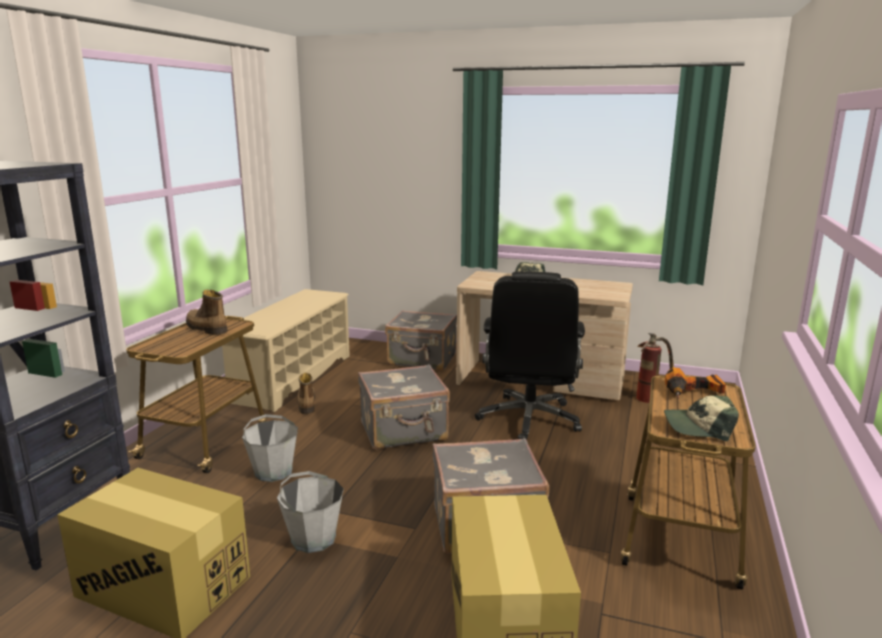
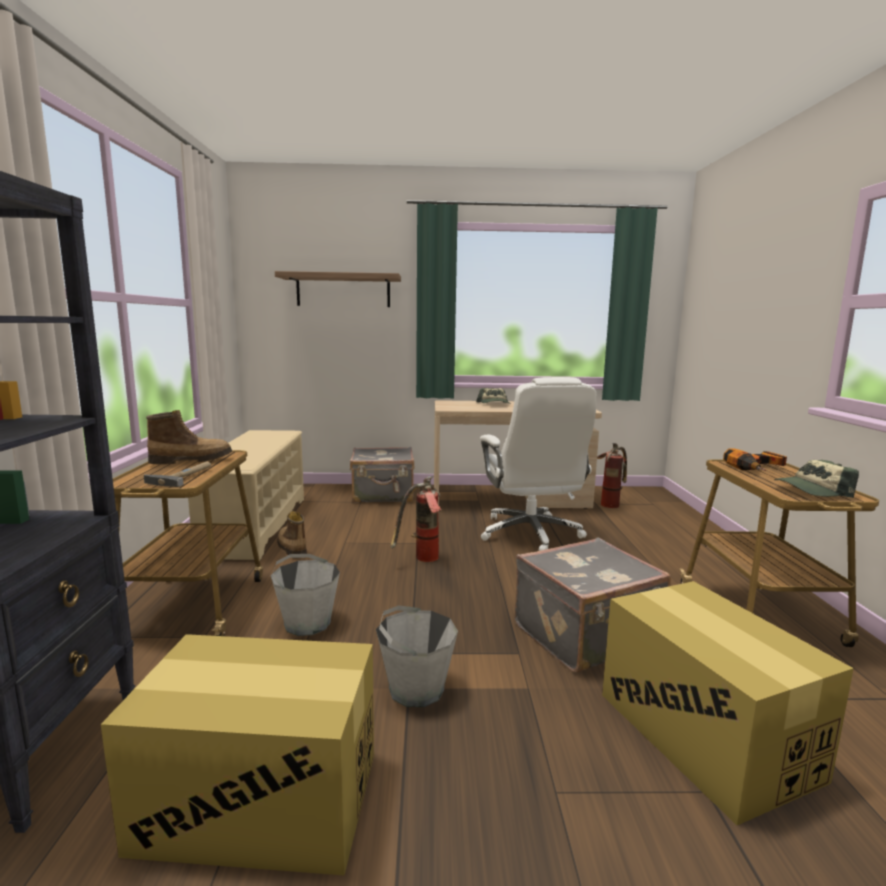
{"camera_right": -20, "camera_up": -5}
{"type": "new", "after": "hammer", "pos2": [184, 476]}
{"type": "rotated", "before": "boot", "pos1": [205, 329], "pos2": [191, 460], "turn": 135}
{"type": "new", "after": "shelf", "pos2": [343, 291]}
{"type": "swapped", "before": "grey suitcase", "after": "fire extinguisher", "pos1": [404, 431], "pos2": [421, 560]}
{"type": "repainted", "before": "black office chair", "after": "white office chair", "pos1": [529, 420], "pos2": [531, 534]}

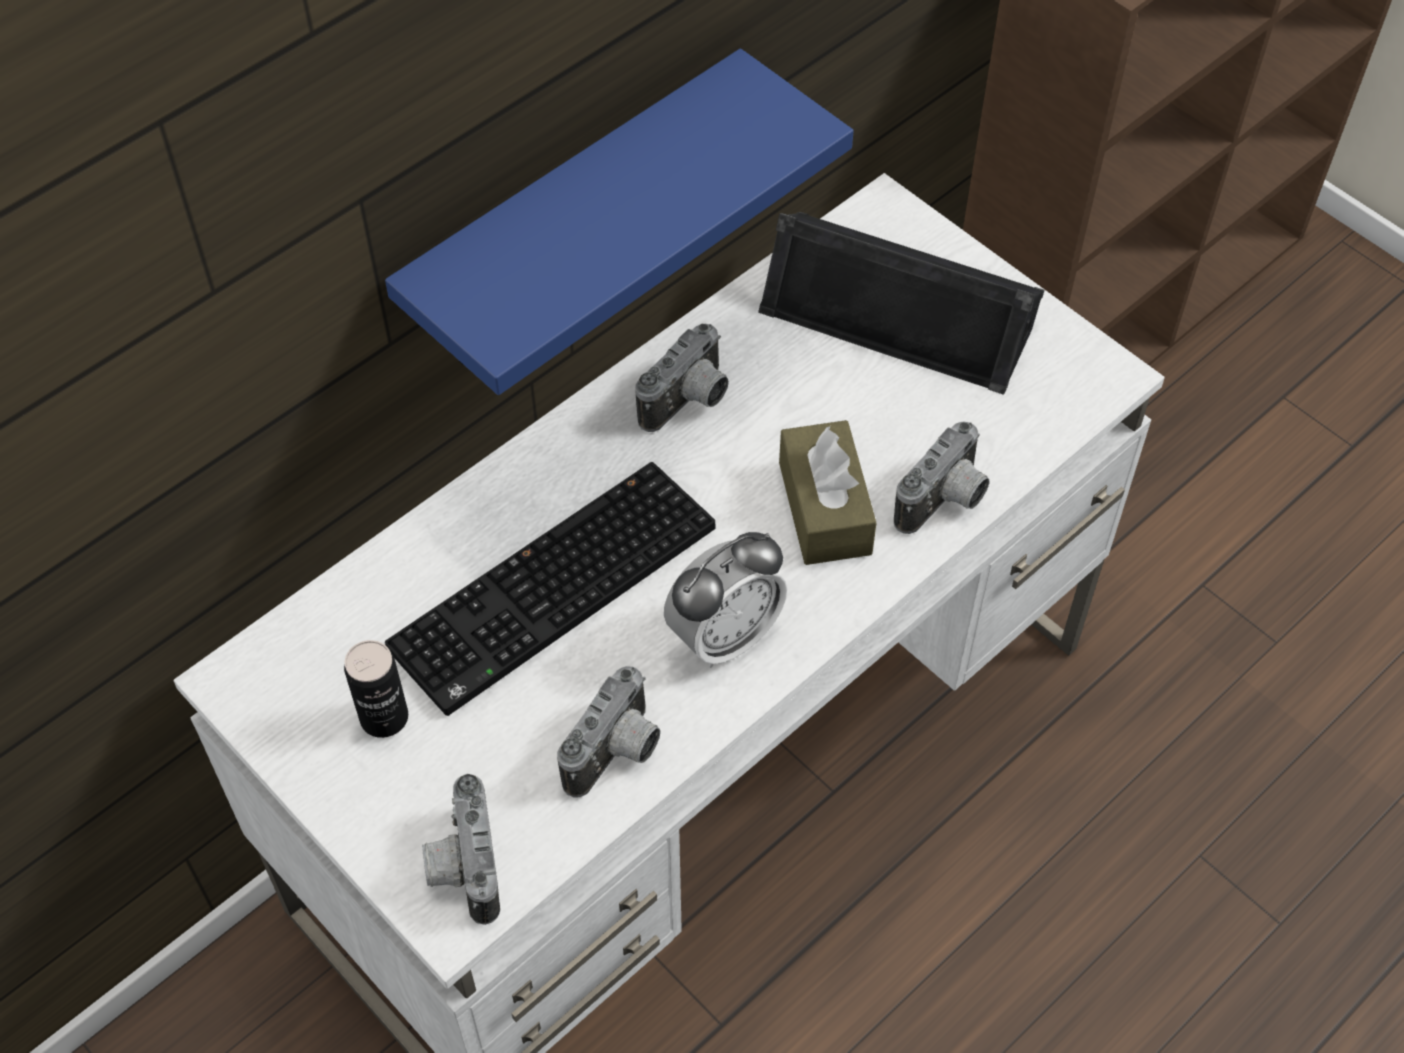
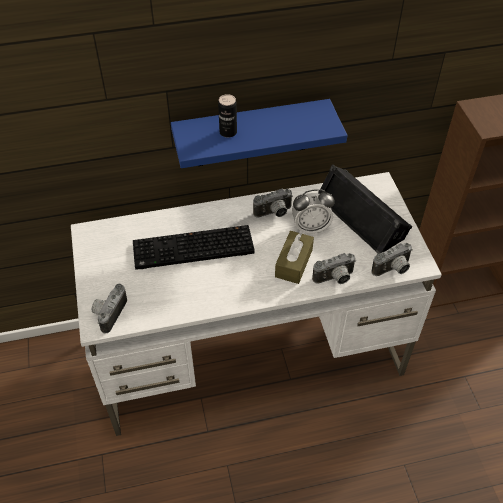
{"camera_right": 30, "camera_up": -5}
{"type": "shifted", "before": "can", "pos1": [384, 717], "pos2": [228, 132]}
{"type": "shifted", "before": "alarm clock", "pos1": [724, 636], "pos2": [310, 227]}
{"type": "shifted", "before": "photo camera", "pos1": [618, 754], "pos2": [393, 270]}

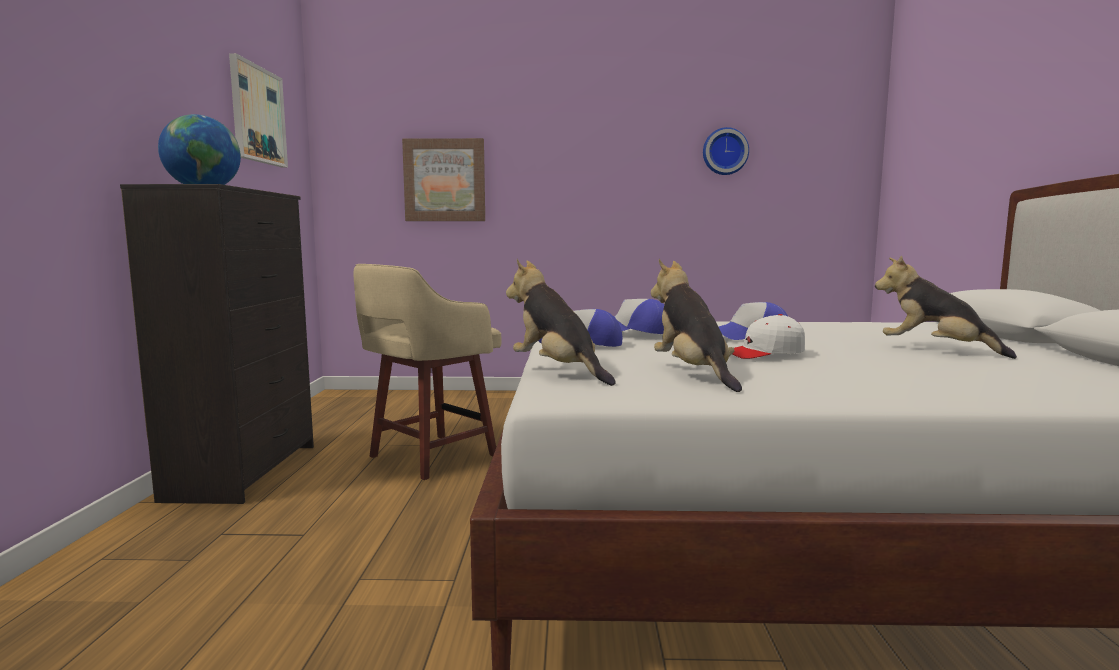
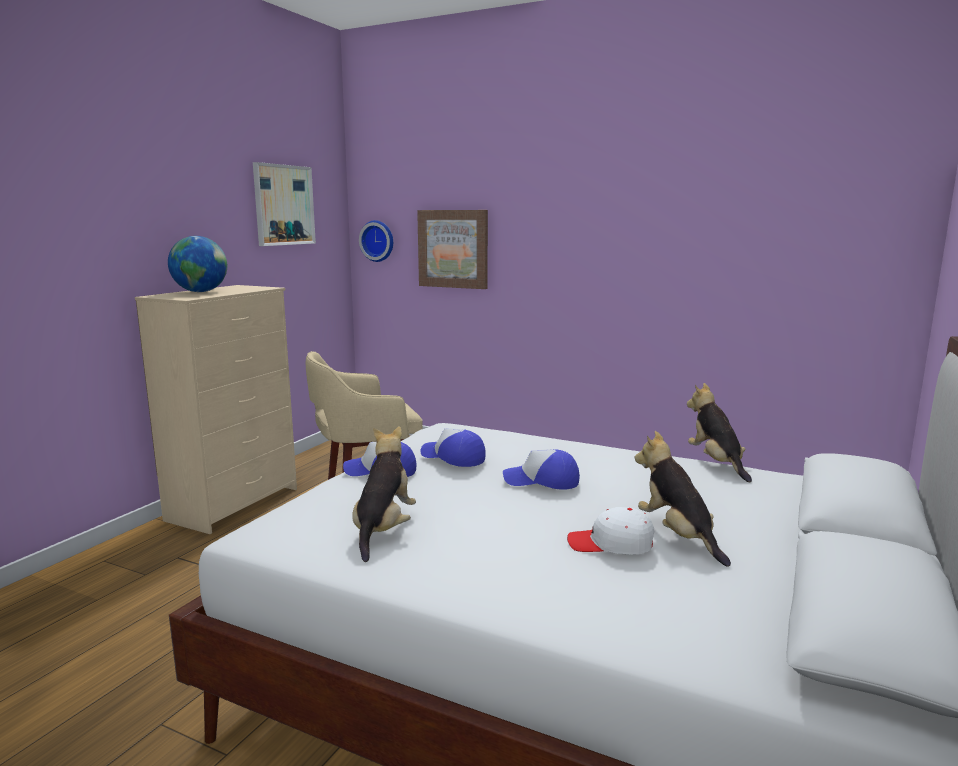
{"camera_right": 25, "camera_up": 5}
{"type": "repainted", "before": "black dresser", "after": "beige dresser", "pos1": [245, 471], "pos2": [235, 504]}
{"type": "shifted", "before": "wall clock", "pos1": [724, 151], "pos2": [378, 241]}
{"type": "shifted", "before": "white cap", "pos1": [764, 353], "pos2": [610, 544]}
{"type": "shifted", "before": "plush toy", "pos1": [558, 371], "pos2": [716, 463]}

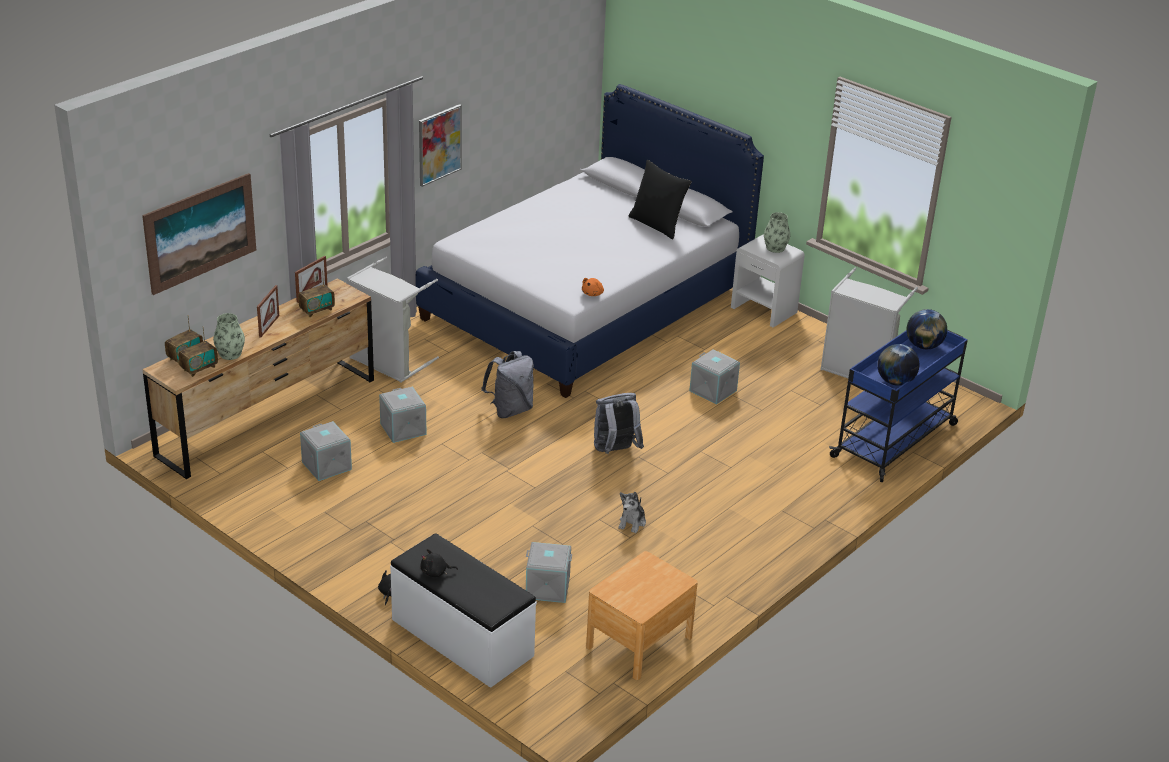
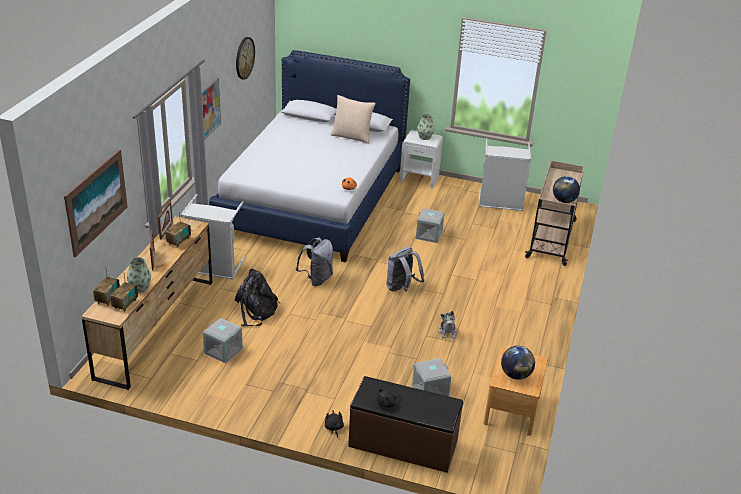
{"camera_right": -25, "camera_up": 0}
{"type": "swapped", "before": "grey storage box", "after": "black backpack", "pos1": [402, 429], "pos2": [256, 311]}
{"type": "new", "after": "wall clock", "pos2": [244, 58]}
{"type": "repainted", "before": "black pillow", "after": "beige pillow", "pos1": [657, 225], "pos2": [352, 136]}
{"type": "repainted", "before": "white bench", "after": "brown bench", "pos1": [461, 638], "pos2": [403, 444]}
{"type": "shifted", "before": "globe", "pos1": [923, 346], "pos2": [515, 375]}
{"type": "repainted", "before": "blue cart", "after": "beige cart", "pos1": [895, 440], "pos2": [551, 238]}

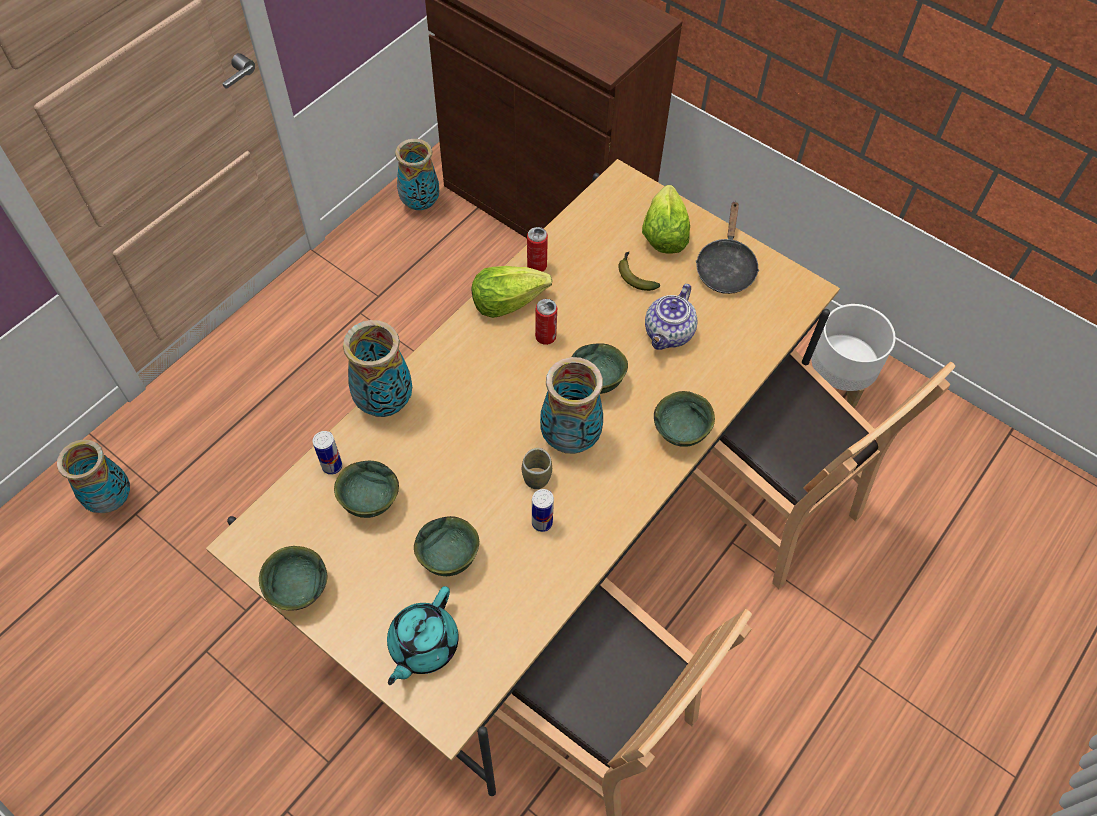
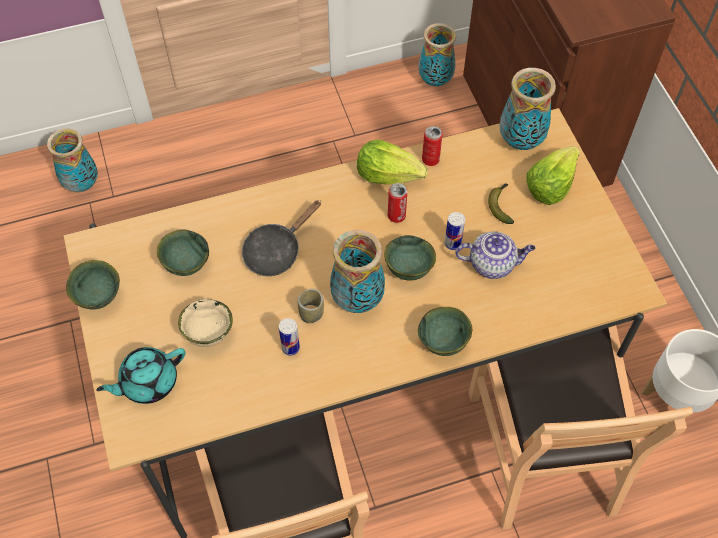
{"camera_right": 35, "camera_up": 0}
{"type": "repainted", "before": "green bowl", "after": "beige bowl", "pos1": [448, 559], "pos2": [207, 334]}
{"type": "shifted", "before": "black frying pan", "pos1": [725, 267], "pos2": [276, 251]}
{"type": "shifted", "before": "can", "pos1": [332, 466], "pos2": [452, 243]}
{"type": "rotated", "before": "teapot", "pos1": [668, 334], "pos2": [492, 264], "turn": -150}
{"type": "shifted", "before": "vase", "pos1": [384, 403], "pos2": [520, 141]}

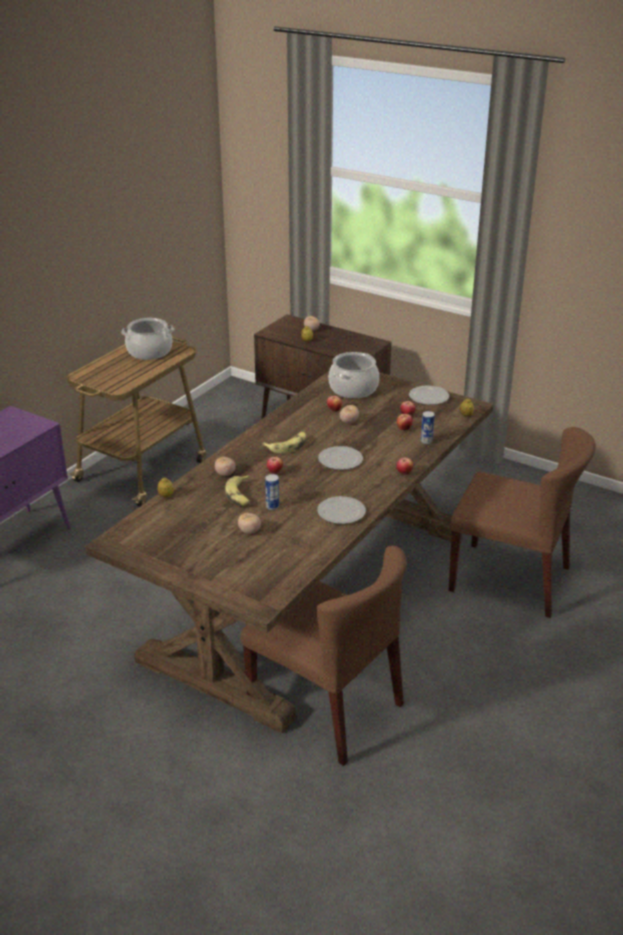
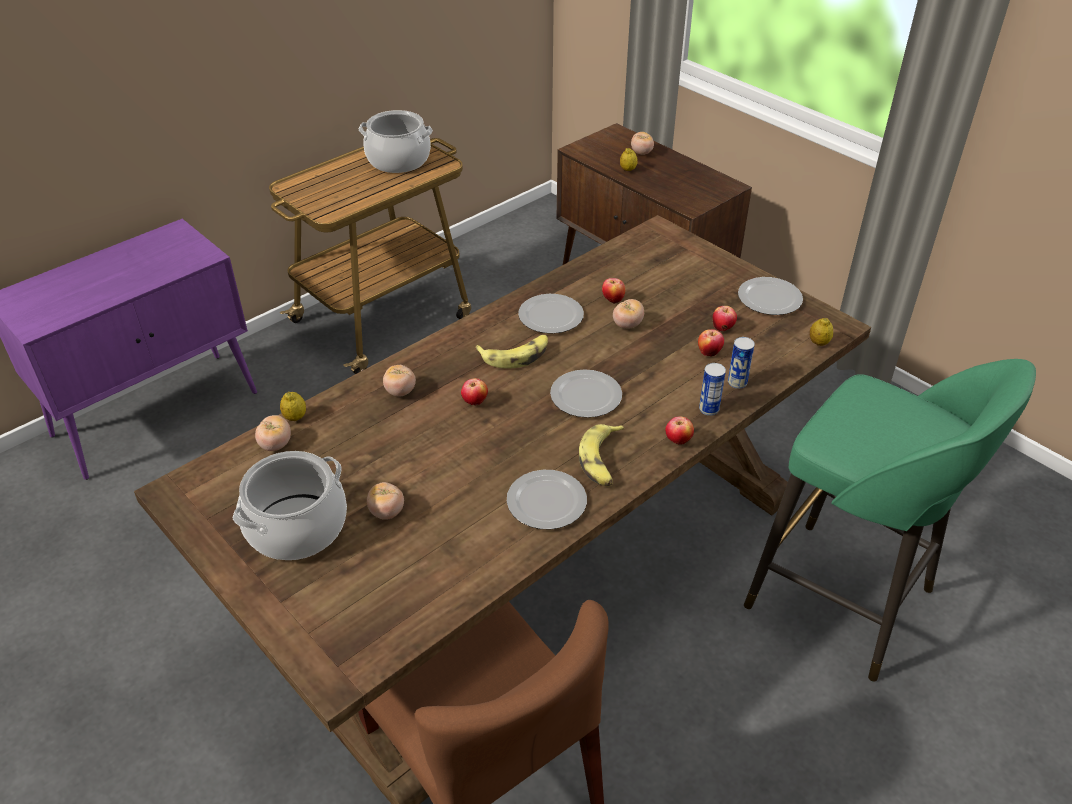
{"camera_right": 15, "camera_up": 10}
{"type": "shifted", "before": "cooking pot", "pos1": [353, 389], "pos2": [296, 526]}
{"type": "new", "after": "tomato", "pos2": [275, 445]}
{"type": "new", "after": "plate", "pos2": [550, 317]}
{"type": "shifted", "before": "banana", "pos1": [240, 495], "pos2": [602, 461]}
{"type": "shifted", "before": "can", "pos1": [272, 506], "pos2": [709, 409]}
{"type": "swapped", "before": "brown chair", "after": "green stool", "pos1": [511, 579], "pos2": [844, 601]}

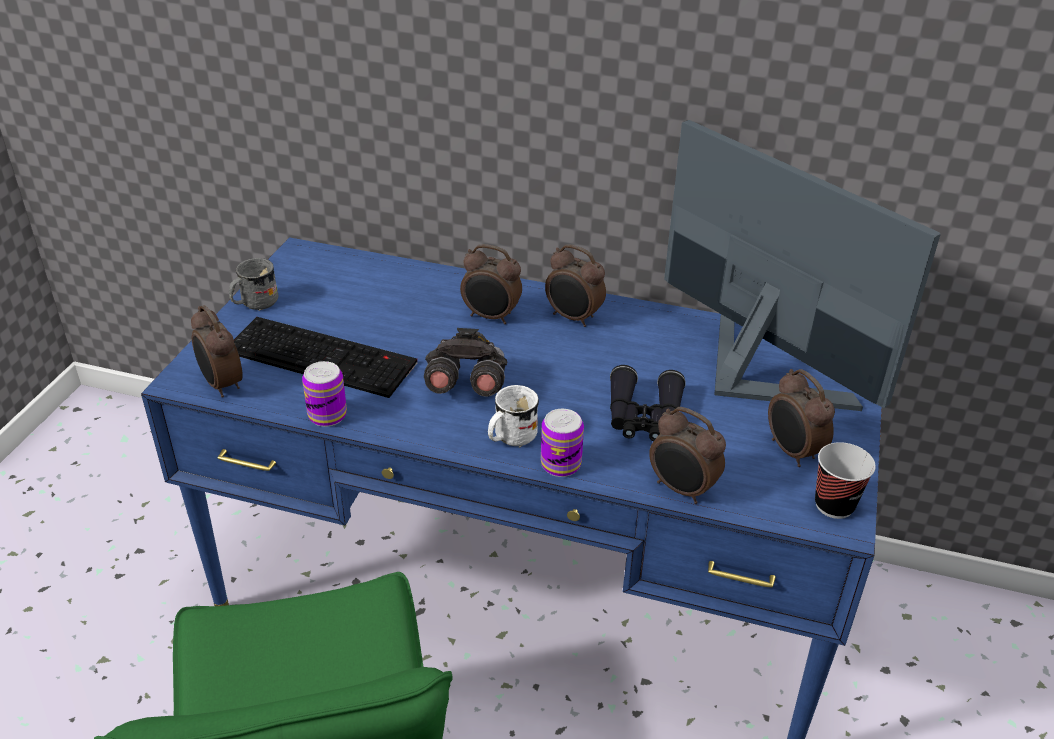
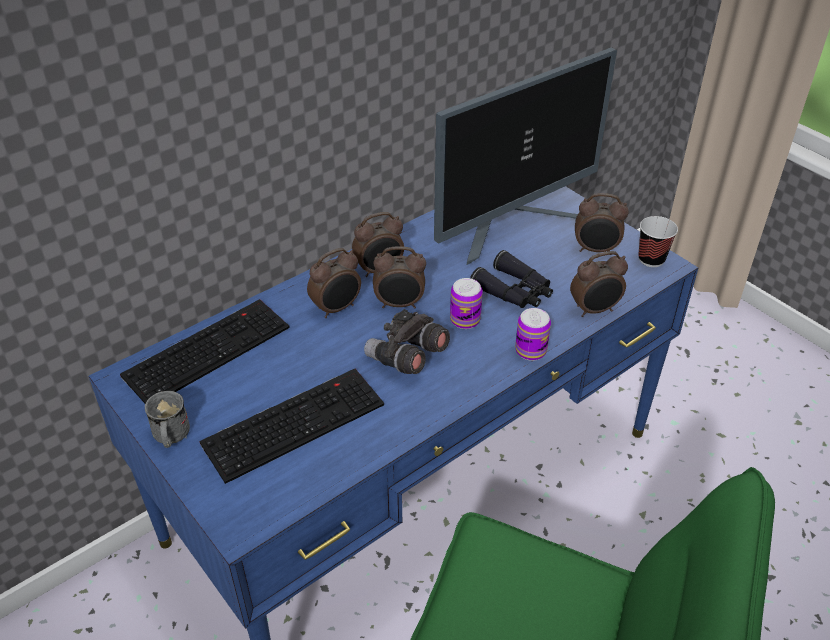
{"camera_right": -55, "camera_up": 5}
{"type": "new", "after": "keyboard", "pos2": [207, 349]}
{"type": "shifted", "before": "alarm clock", "pos1": [221, 385], "pos2": [399, 304]}
{"type": "rotated", "before": "monitor", "pos1": [755, 372], "pos2": [512, 224], "turn": 150}
{"type": "shifted", "before": "can", "pos1": [327, 415], "pos2": [465, 320]}
{"type": "gone", "before": "white mug", "pos1": [510, 437]}

